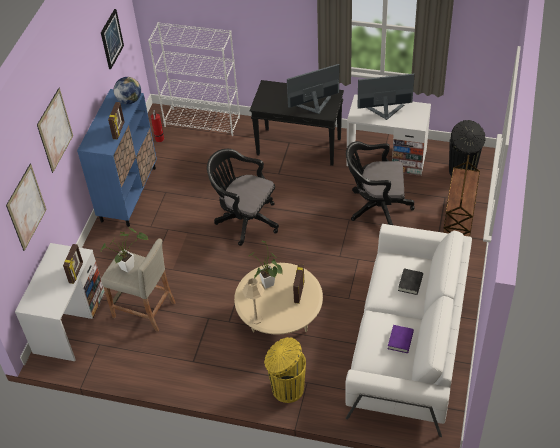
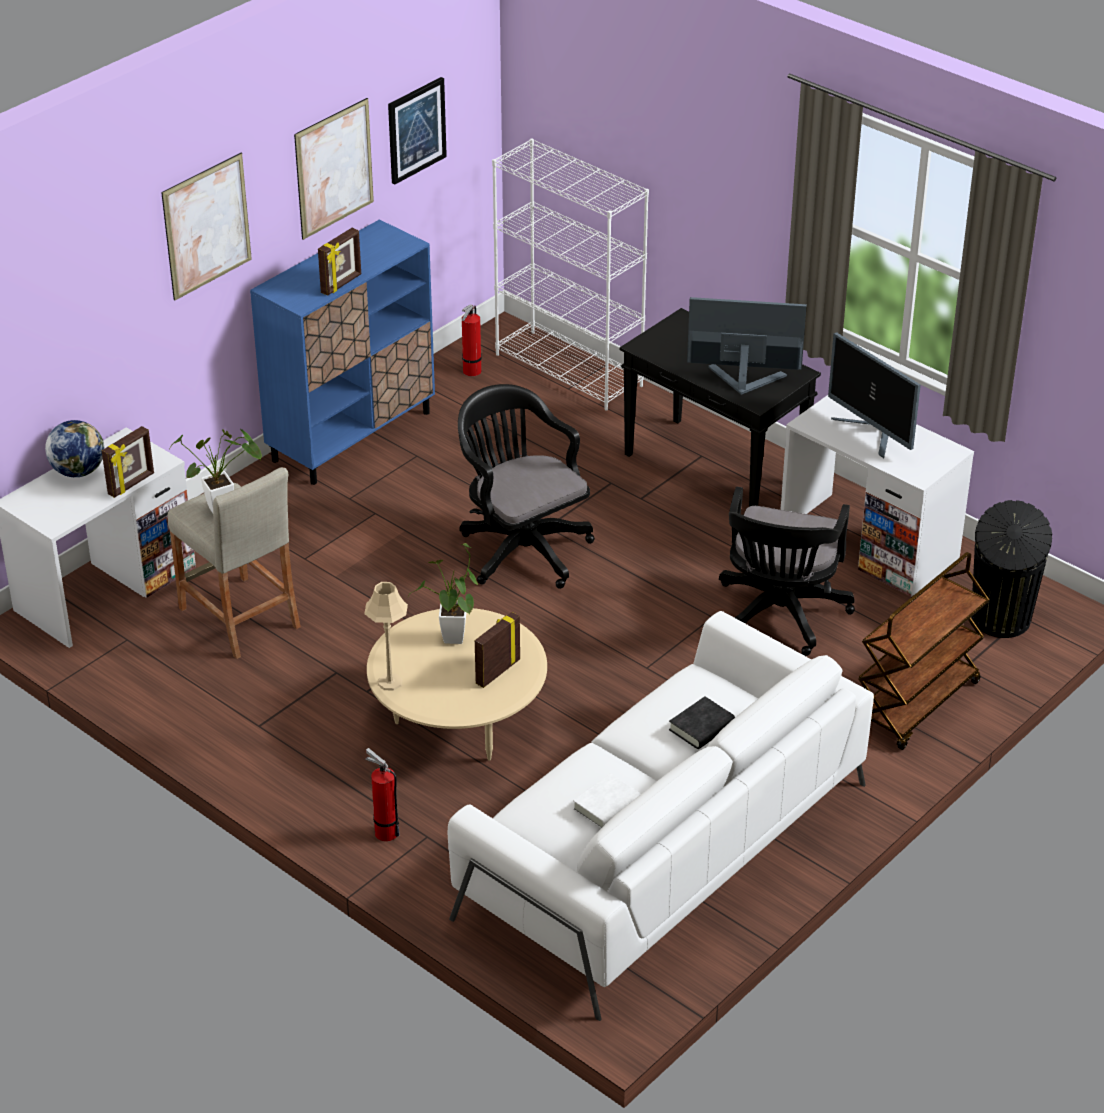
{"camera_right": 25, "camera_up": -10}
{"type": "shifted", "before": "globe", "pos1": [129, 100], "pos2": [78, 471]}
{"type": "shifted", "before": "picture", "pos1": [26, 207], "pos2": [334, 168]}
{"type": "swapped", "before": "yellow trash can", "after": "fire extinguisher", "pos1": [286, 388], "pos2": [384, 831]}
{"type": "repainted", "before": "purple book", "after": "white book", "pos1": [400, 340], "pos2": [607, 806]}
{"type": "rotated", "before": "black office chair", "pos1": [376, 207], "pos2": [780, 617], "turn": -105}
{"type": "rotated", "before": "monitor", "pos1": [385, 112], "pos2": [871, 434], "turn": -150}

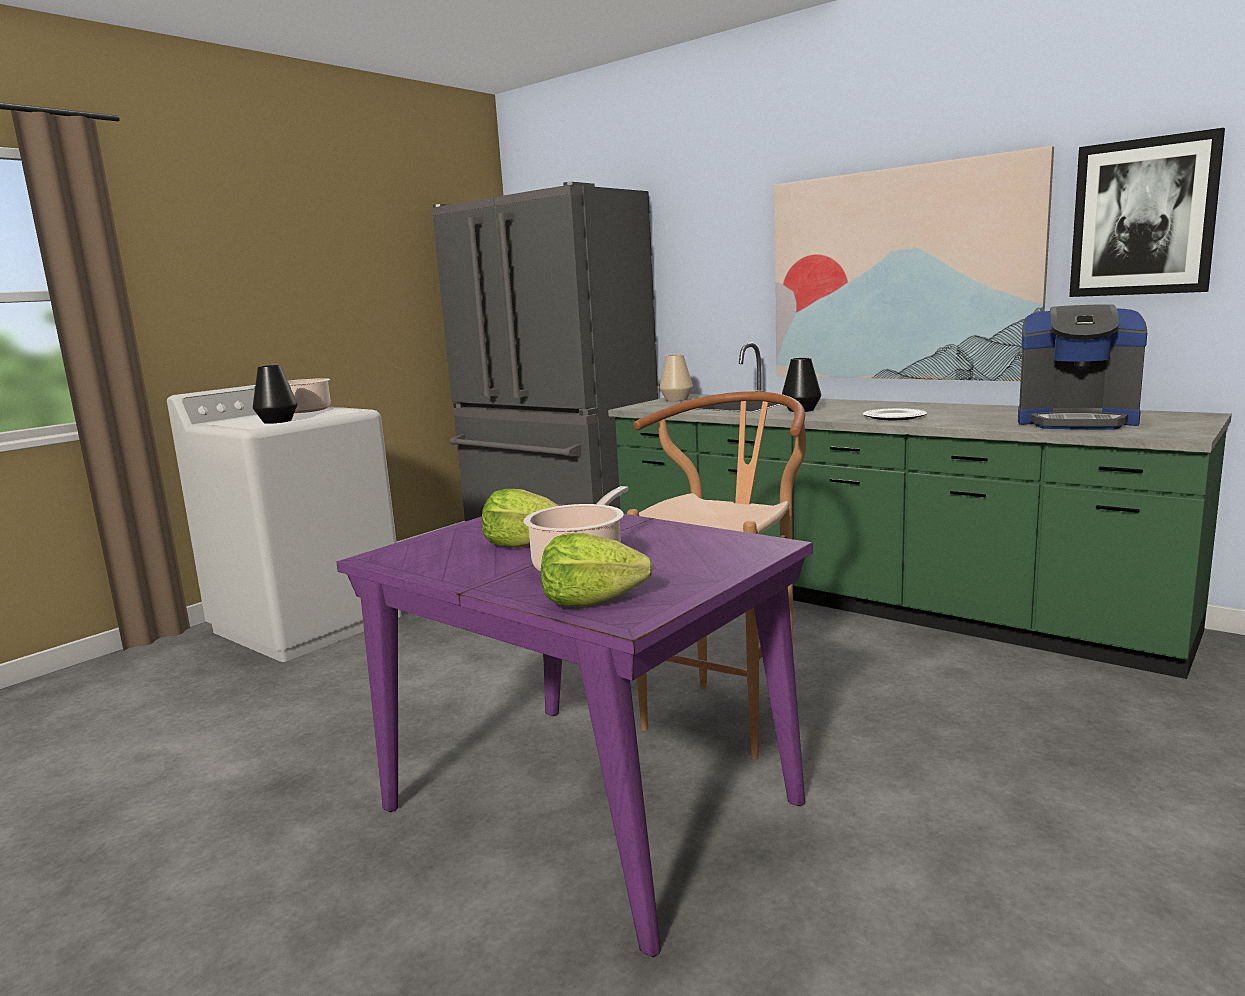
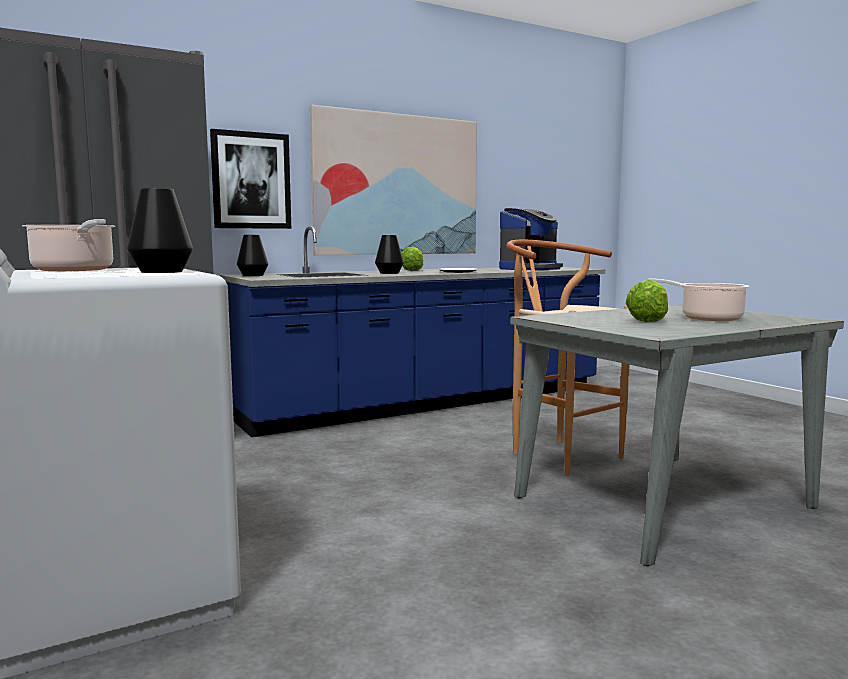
{"camera_right": -70, "camera_up": -5}
{"type": "shifted", "before": "picture", "pos1": [1143, 218], "pos2": [251, 180]}
{"type": "repainted", "before": "green counter", "after": "blue counter", "pos1": [872, 599], "pos2": [427, 402]}
{"type": "repainted", "before": "beige vase", "after": "black vase", "pos1": [676, 399], "pos2": [253, 275]}
{"type": "shifted", "before": "lettuce", "pos1": [591, 601], "pos2": [413, 270]}
{"type": "repainted", "before": "purple dining table", "after": "grey dining table", "pos1": [587, 804], "pos2": [661, 502]}

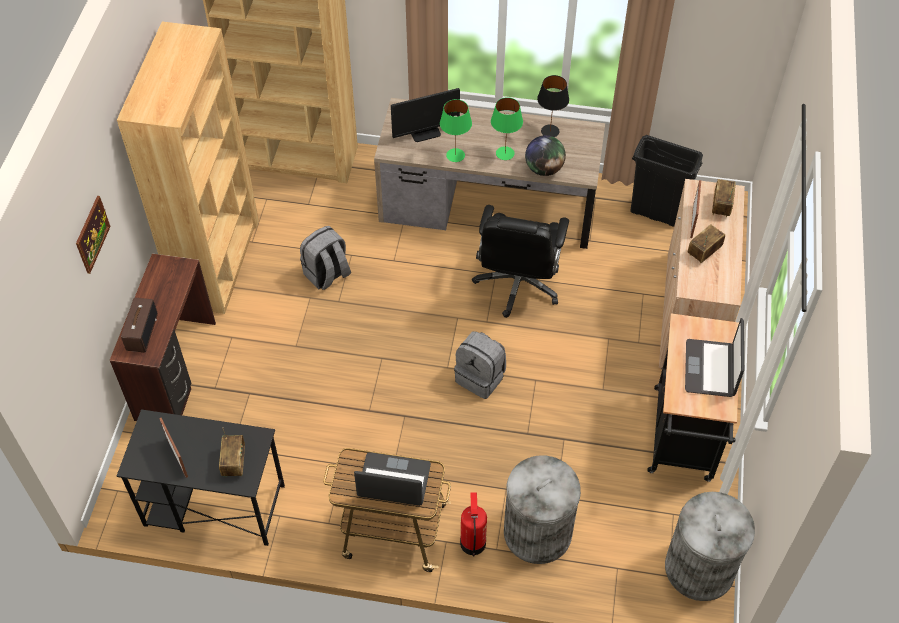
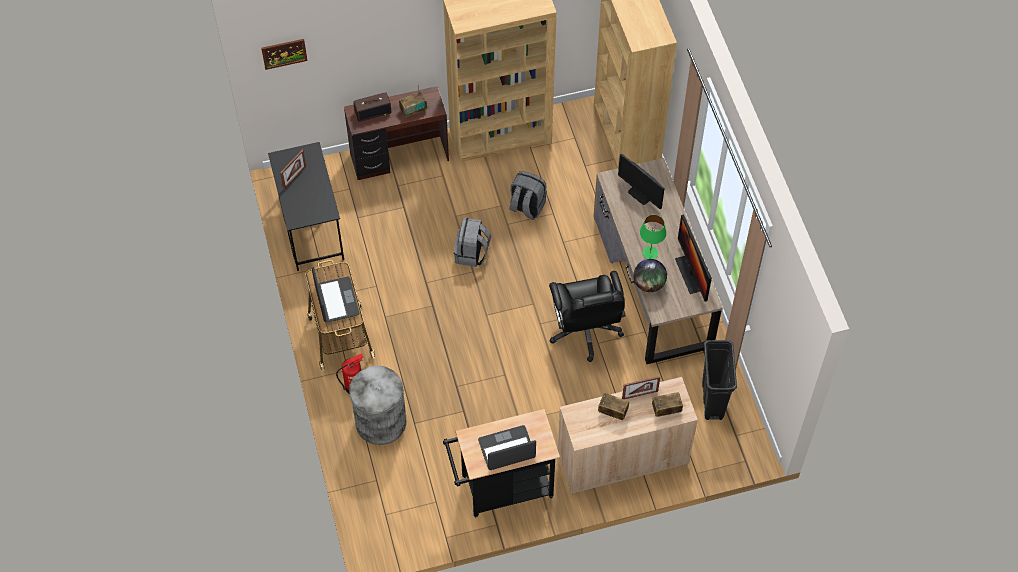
{"camera_right": 65, "camera_up": 5}
{"type": "shifted", "before": "picture", "pos1": [92, 234], "pos2": [284, 53]}
{"type": "shifted", "before": "radio", "pos1": [234, 463], "pos2": [413, 110]}
{"type": "shifted", "before": "grey backpack", "pos1": [481, 377], "pos2": [472, 253]}
{"type": "rotated", "before": "black office chair", "pos1": [518, 284], "pos2": [585, 331], "turn": -90}
{"type": "swapped", "before": "black table lamp", "after": "monitor", "pos1": [550, 131], "pos2": [691, 274]}
{"type": "gone", "before": "green table lamp", "pos1": [455, 155]}
{"type": "gone", "before": "grey trash can", "pos1": [700, 568]}

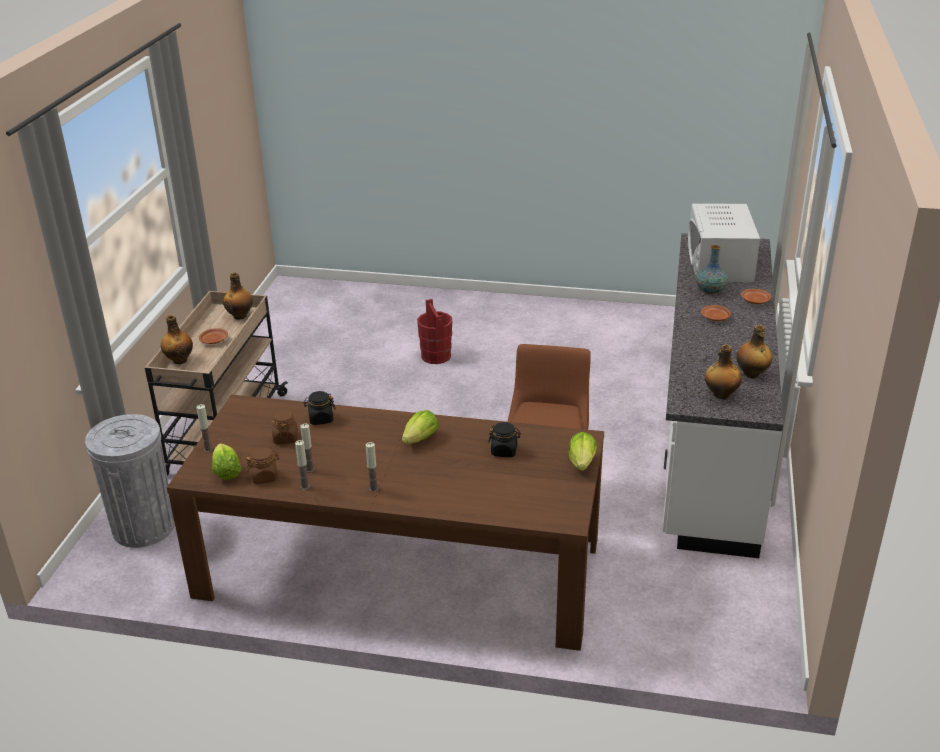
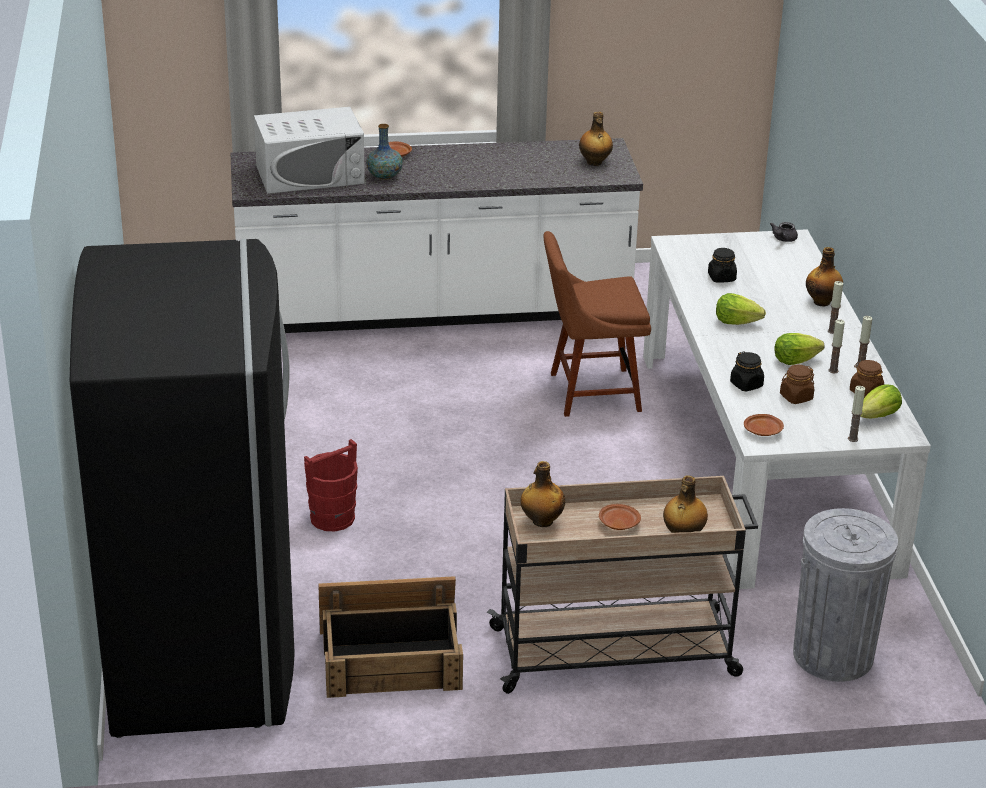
{"camera_right": -110, "camera_up": 0}
{"type": "new", "after": "black fridge", "pos2": [202, 652]}
{"type": "new", "after": "crate", "pos2": [391, 659]}
{"type": "repainted", "before": "brown dining table", "after": "white dining table", "pos1": [399, 568], "pos2": [764, 458]}
{"type": "shifted", "before": "brown plate", "pos1": [715, 318], "pos2": [763, 431]}
{"type": "new", "after": "grey teapot", "pos2": [783, 239]}
{"type": "shifted", "before": "lettuce", "pos1": [582, 463], "pos2": [794, 360]}
{"type": "shifted", "before": "bottle", "pos1": [751, 374], "pos2": [822, 302]}

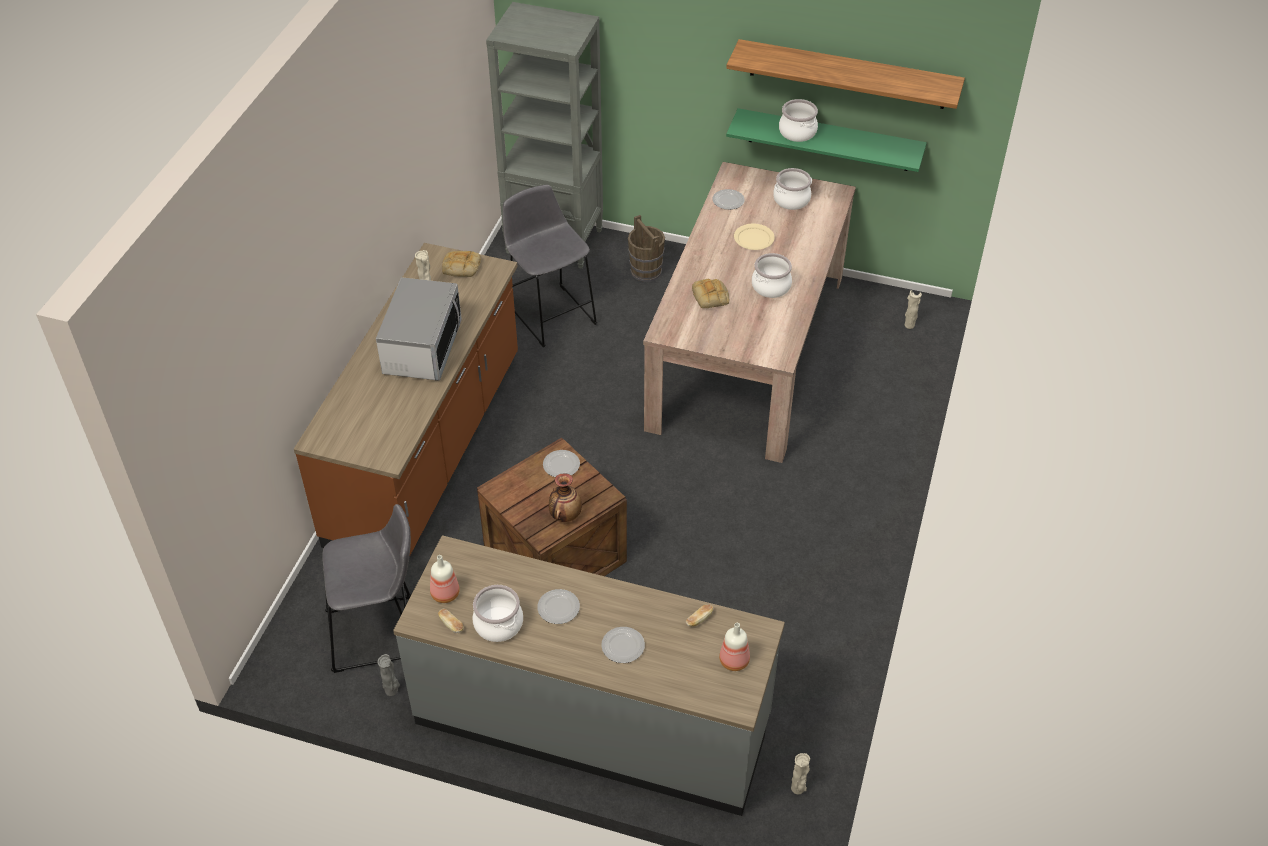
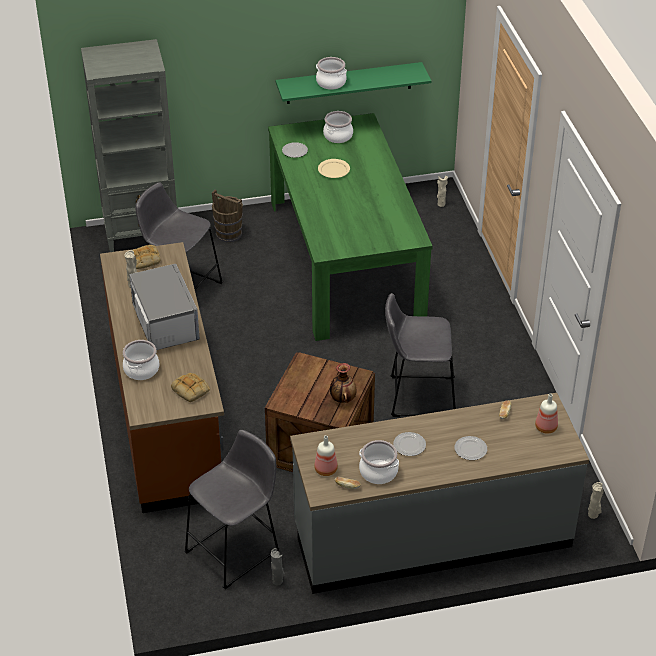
{"camera_right": -30, "camera_up": -5}
{"type": "shifted", "before": "cooking pot", "pos1": [770, 286], "pos2": [141, 369]}
{"type": "shifted", "before": "bread", "pos1": [711, 297], "pos2": [191, 390]}
{"type": "repainted", "before": "beige dining table", "after": "green dining table", "pos1": [748, 350], "pos2": [345, 261]}
{"type": "new", "after": "grey stool", "pos2": [418, 396]}
{"type": "gone", "before": "plate", "pos1": [561, 465]}
{"type": "gone", "before": "shelf", "pos1": [847, 74]}

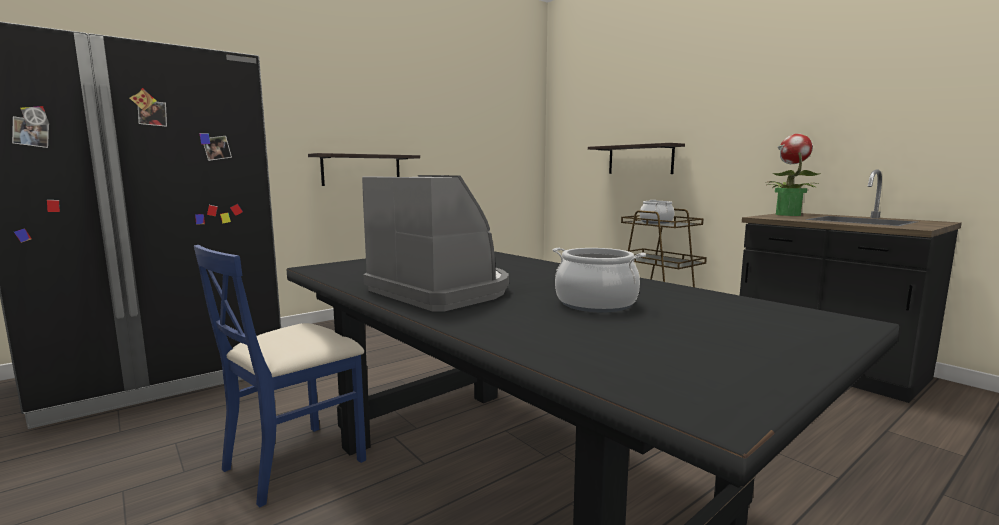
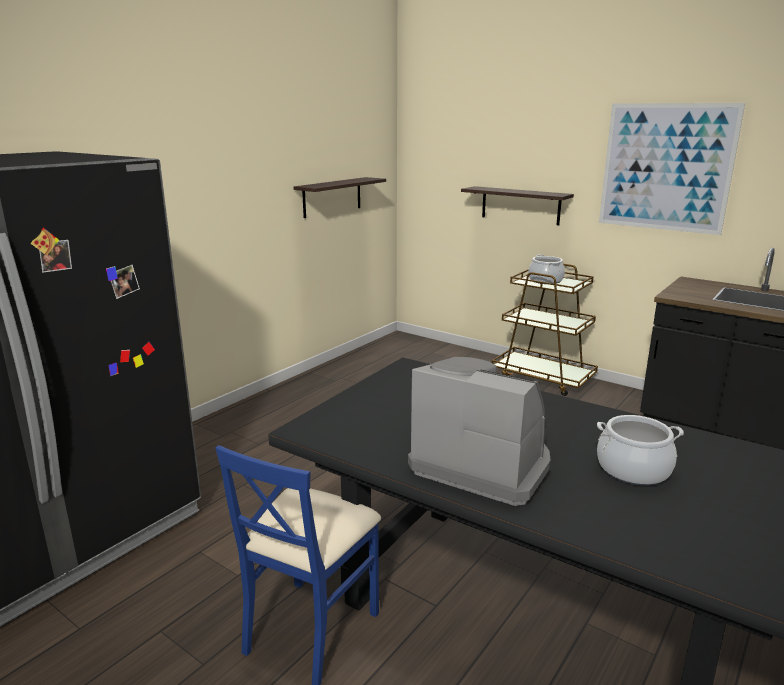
{"camera_right": -15, "camera_up": 10}
{"type": "shifted", "before": "shelf", "pos1": [361, 170], "pos2": [332, 197]}
{"type": "new", "after": "picture", "pos2": [666, 167]}
{"type": "gone", "before": "potted plant", "pos1": [787, 214]}

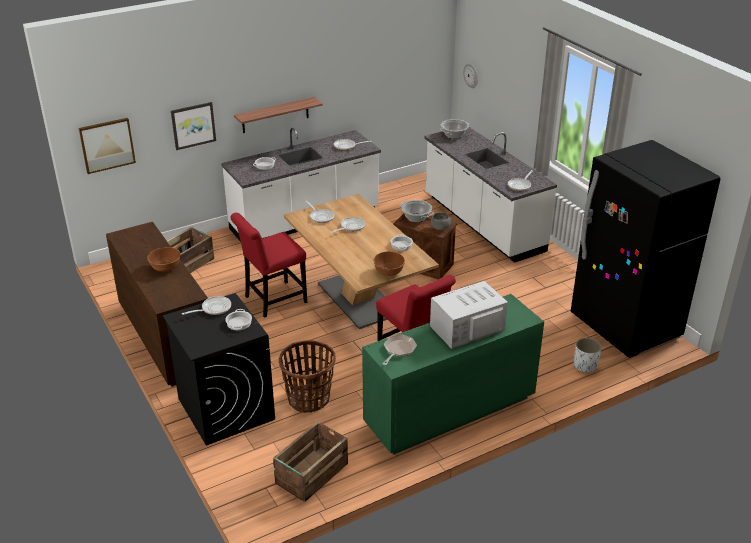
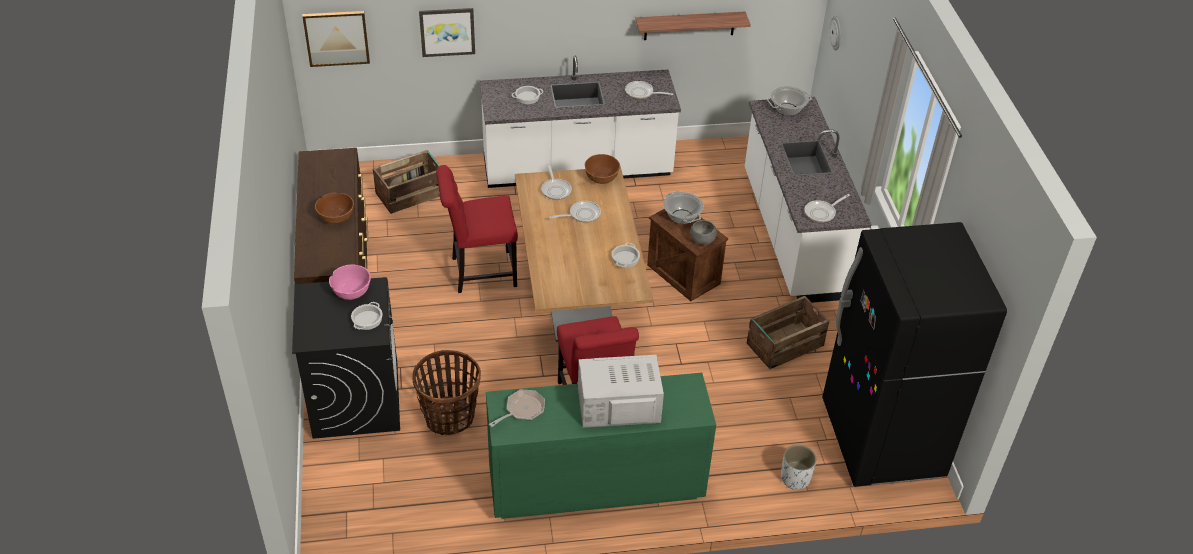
{"camera_right": 20, "camera_up": 10}
{"type": "swapped", "before": "frying pan", "after": "pink bowl", "pos1": [214, 308], "pos2": [351, 292]}
{"type": "shifted", "before": "brown bowl", "pos1": [389, 272], "pos2": [601, 178]}
{"type": "shifted", "before": "shelf", "pos1": [275, 115], "pos2": [689, 25]}
{"type": "shifted", "before": "crate", "pos1": [311, 474], "pos2": [783, 345]}

